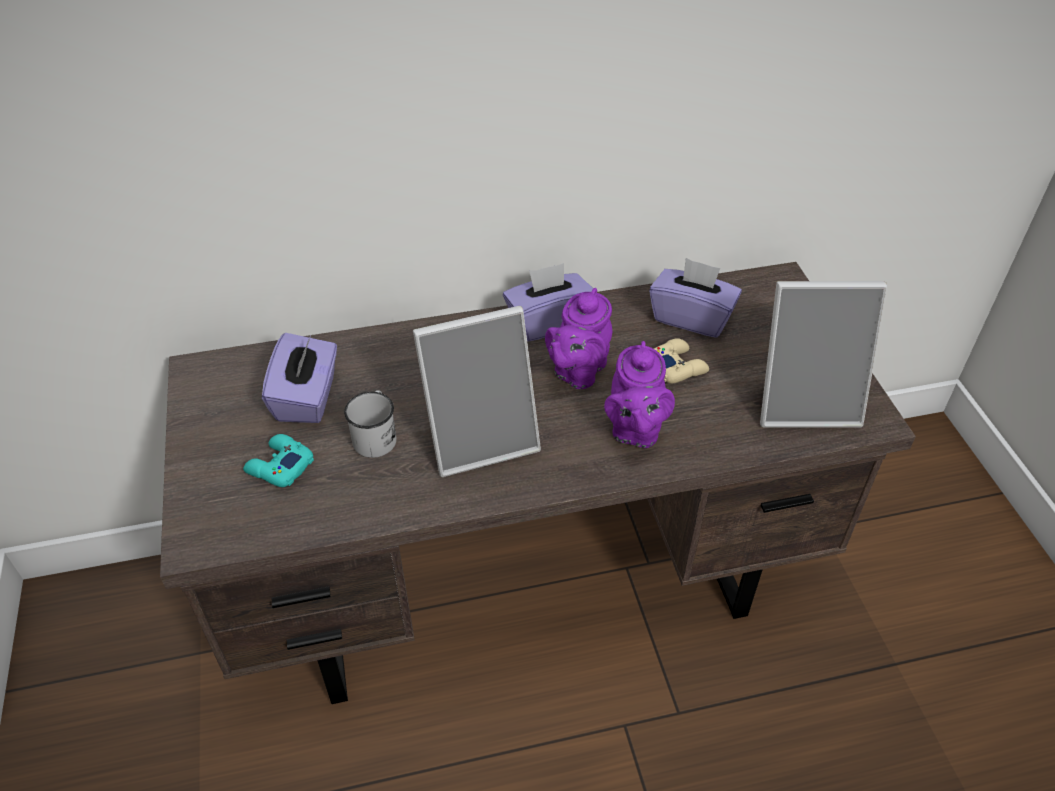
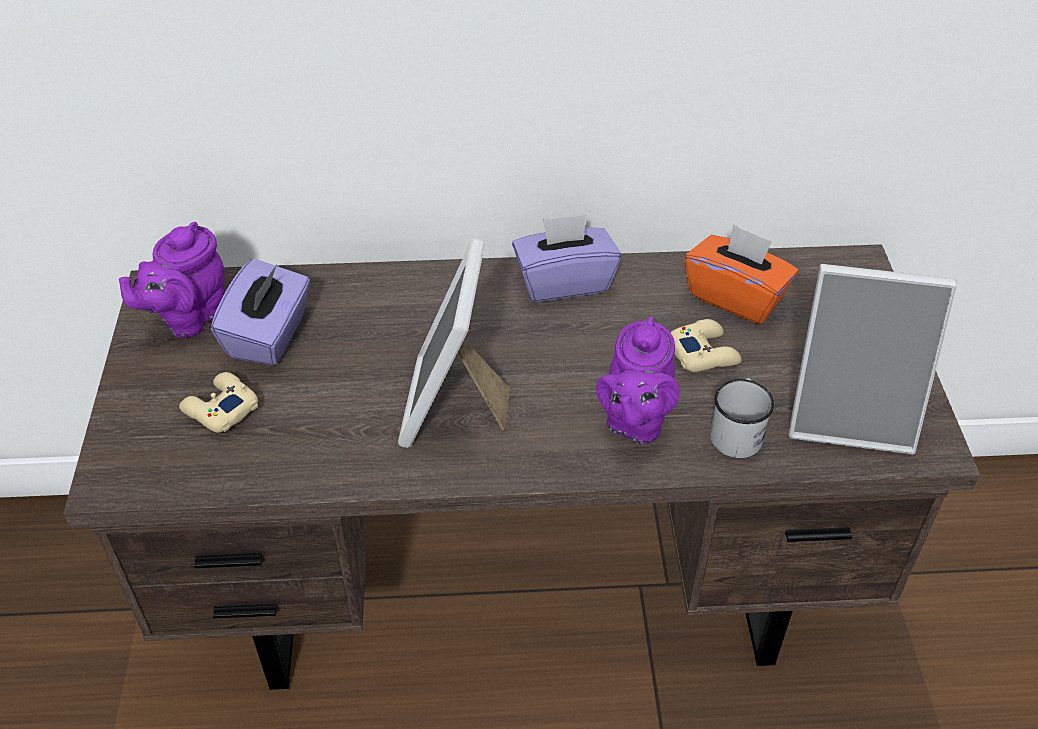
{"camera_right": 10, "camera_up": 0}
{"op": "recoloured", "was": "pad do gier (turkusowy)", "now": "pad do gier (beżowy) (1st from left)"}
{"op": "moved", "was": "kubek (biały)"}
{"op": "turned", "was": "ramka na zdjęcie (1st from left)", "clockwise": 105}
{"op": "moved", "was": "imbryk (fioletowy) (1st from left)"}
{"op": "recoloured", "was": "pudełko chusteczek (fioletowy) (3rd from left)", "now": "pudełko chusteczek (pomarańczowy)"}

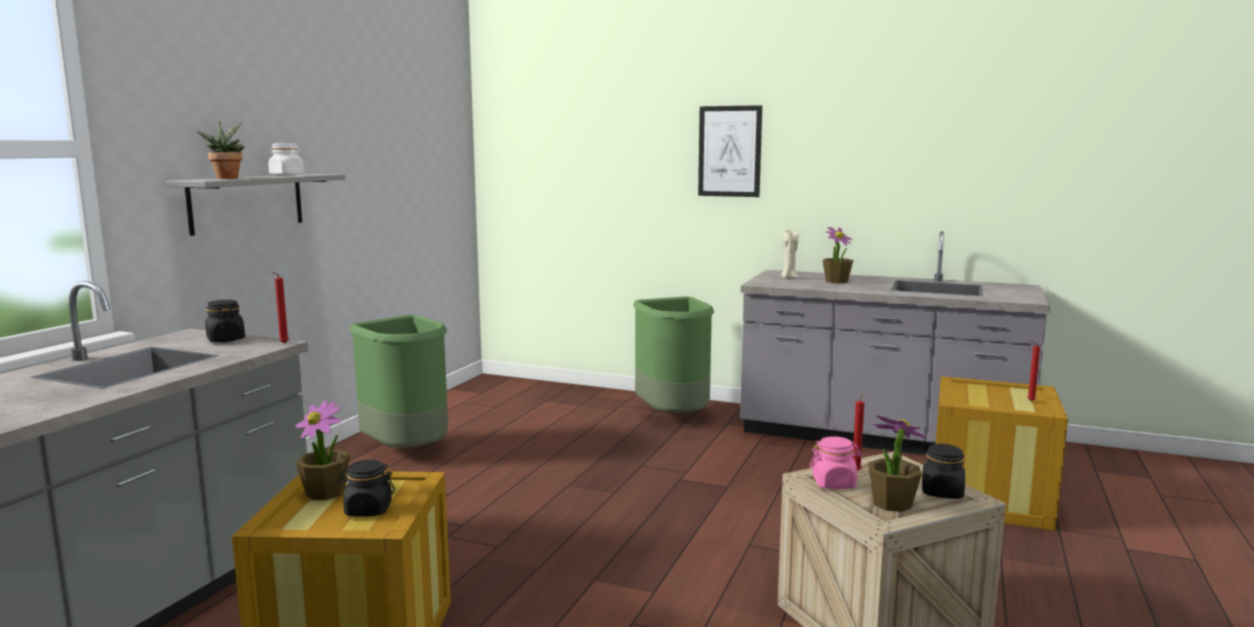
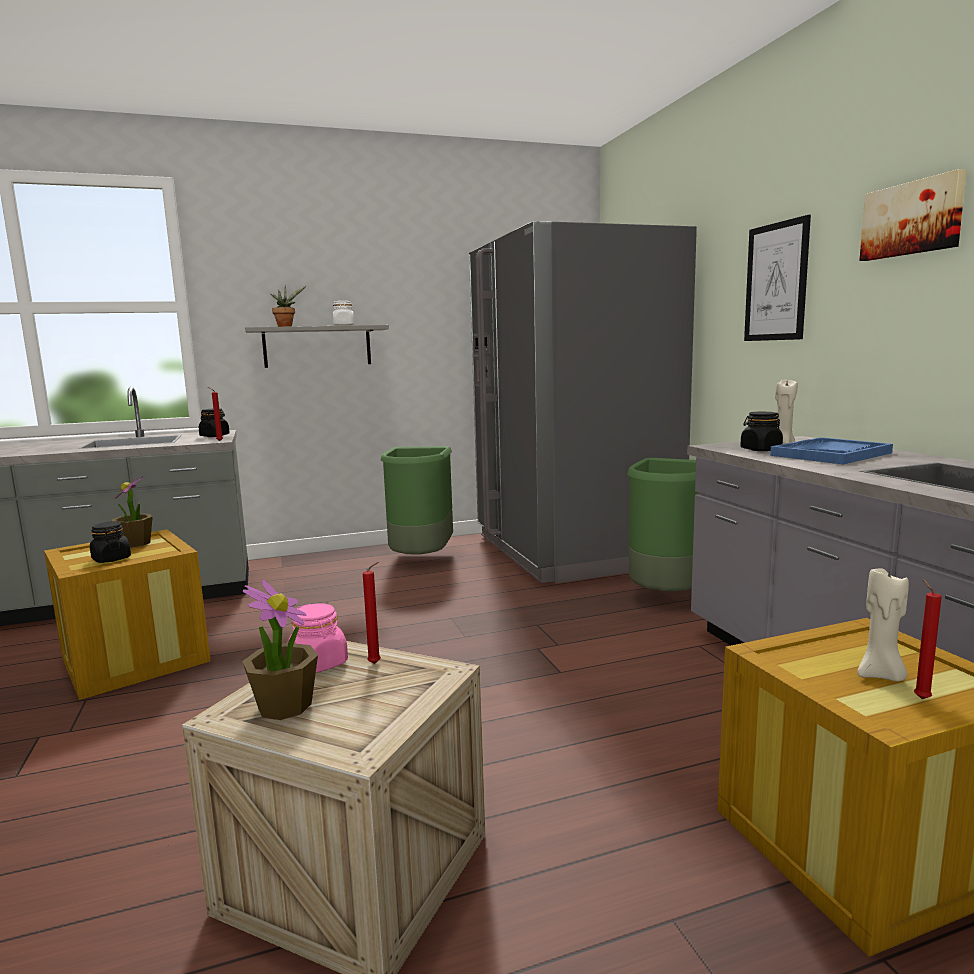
{"camera_right": 50, "camera_up": 0}
{"op": "replaced", "was": "roślina doniczkowa (3rd from left)", "now": "taca (niebieski)"}
{"op": "moved", "was": "słoik (czarny) (3rd from left)"}
{"op": "added", "now": "lodówka (szary)"}
{"op": "added", "now": "świeca (beżowy) (2nd from left)"}
{"op": "added", "now": "obraz (2nd from left)"}

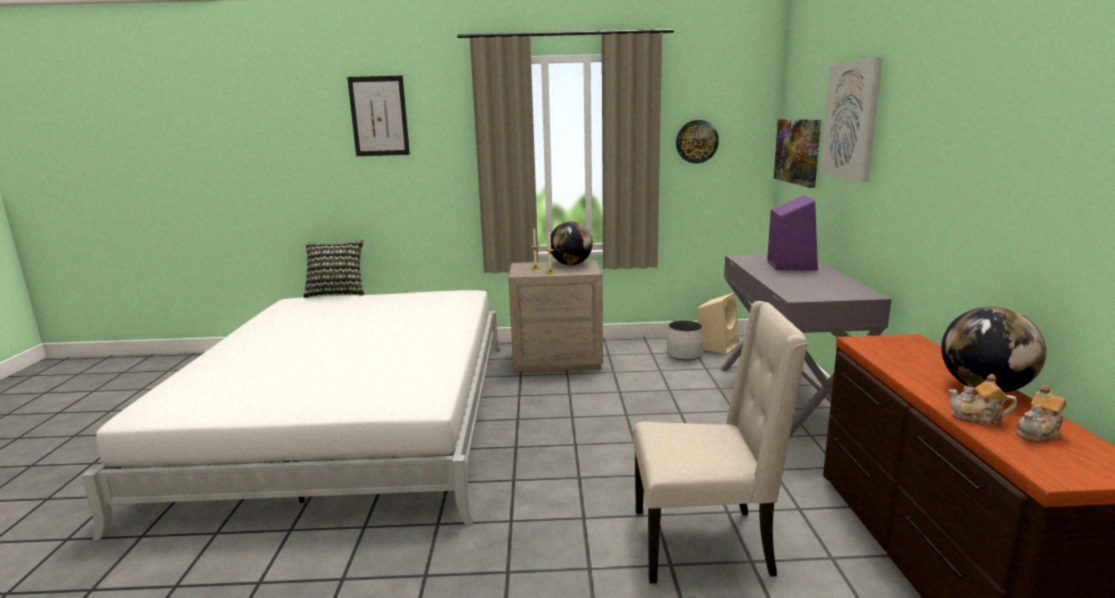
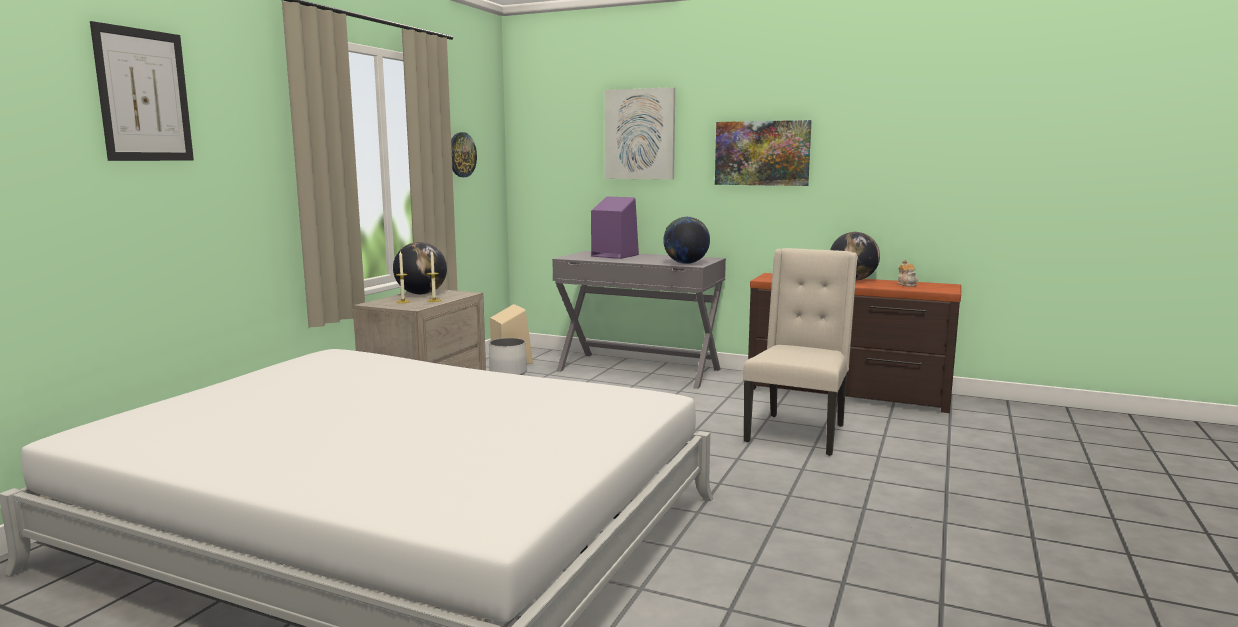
{"camera_right": -65, "camera_up": -5}
{"op": "removed", "was": "poduszka"}
{"op": "moved", "was": "obraz (2nd from left in the first image)", "now": "obraz (3rd from left)"}
{"op": "removed", "was": "imbryk (1st from left)"}
{"op": "added", "now": "globus (2nd from left)"}

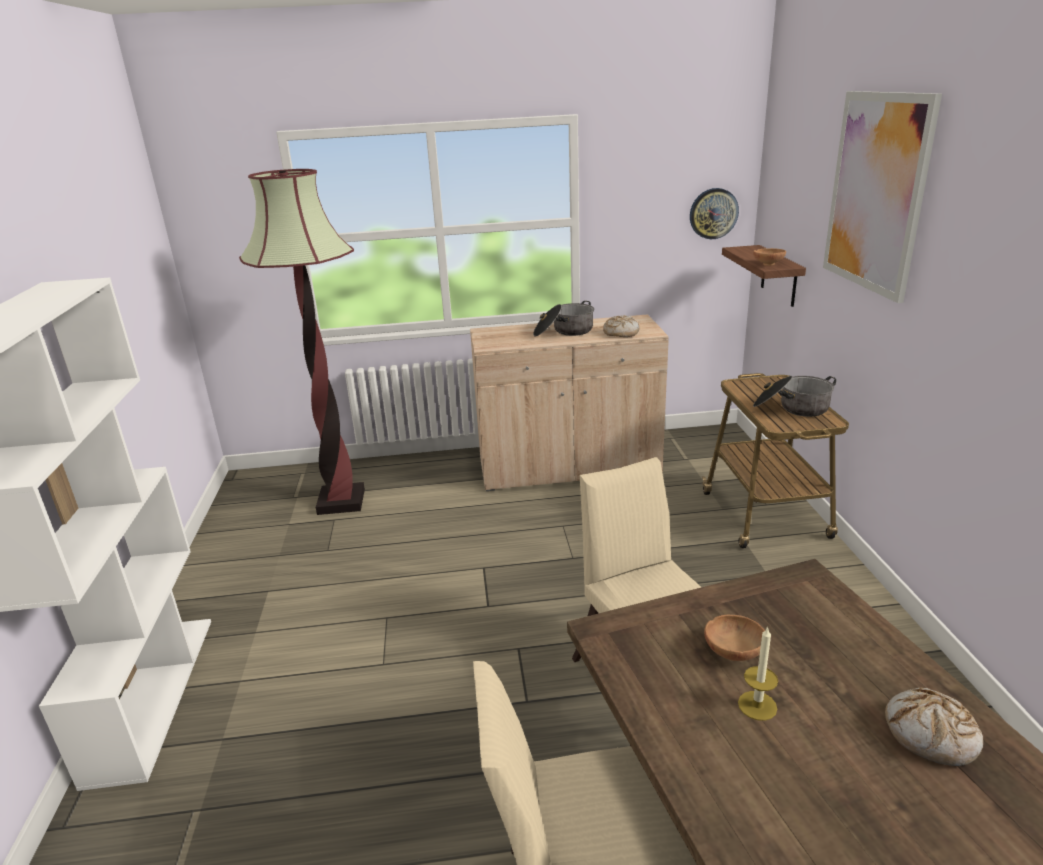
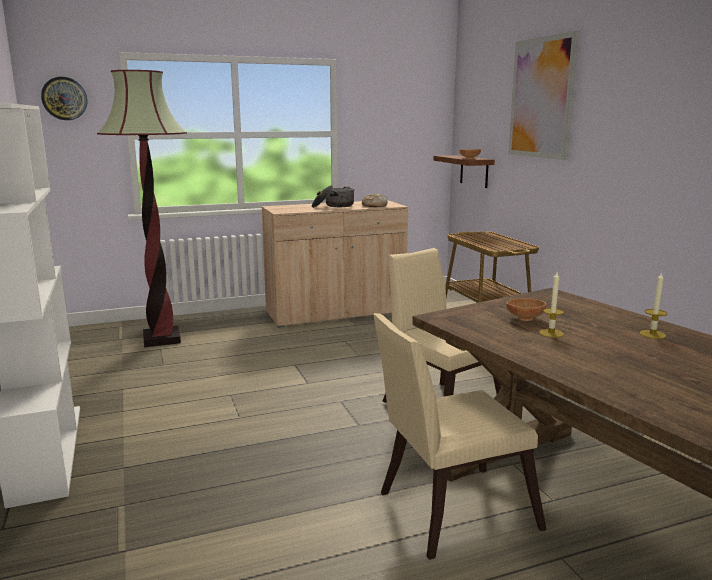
{"camera_right": -15, "camera_up": -10}
{"op": "moved", "was": "zegar ścienny"}
{"op": "removed", "was": "garnek (2nd from left)"}
{"op": "replaced", "was": "chleb (2nd from left)", "now": "świeca (2nd from left)"}

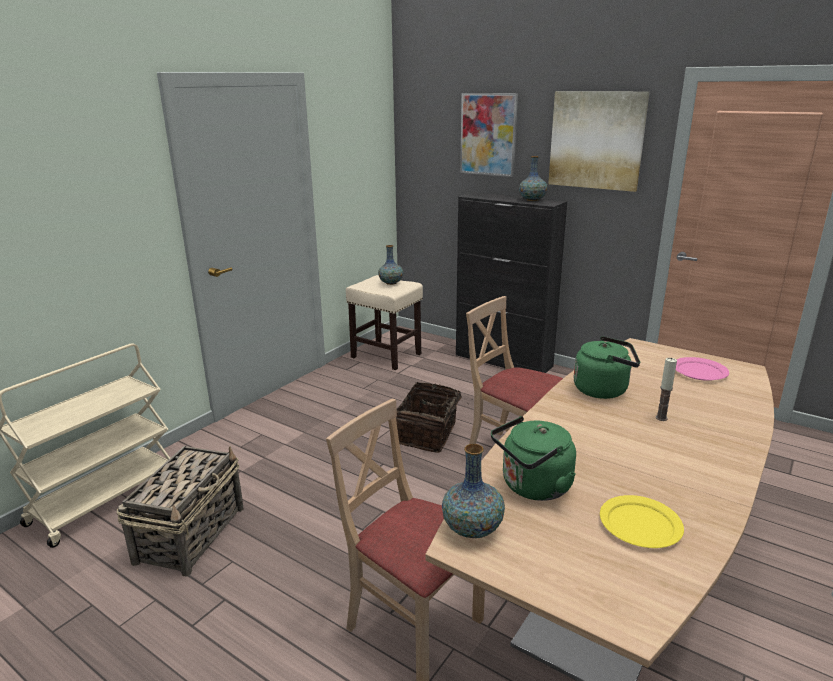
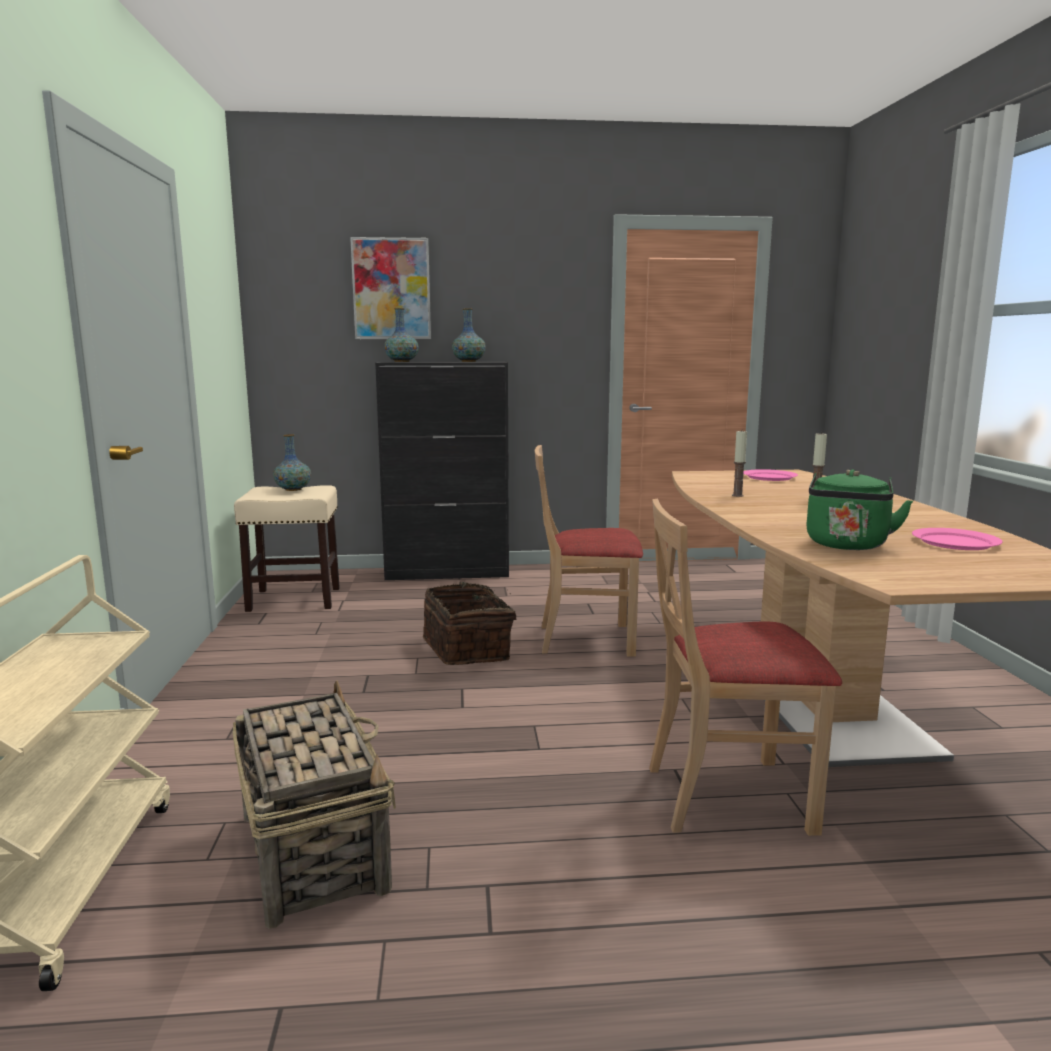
{"camera_right": -40, "camera_up": -10}
{"op": "moved", "was": "wazon (2nd from left)"}
{"op": "removed", "was": "obraz (2nd from left)"}
{"op": "replaced", "was": "czajnik (zielony) (2nd from left)", "now": "świeca (1st from left)"}
{"op": "recoloured", "was": "talerz (żółty)", "now": "talerz (różowy) (2nd from left)"}

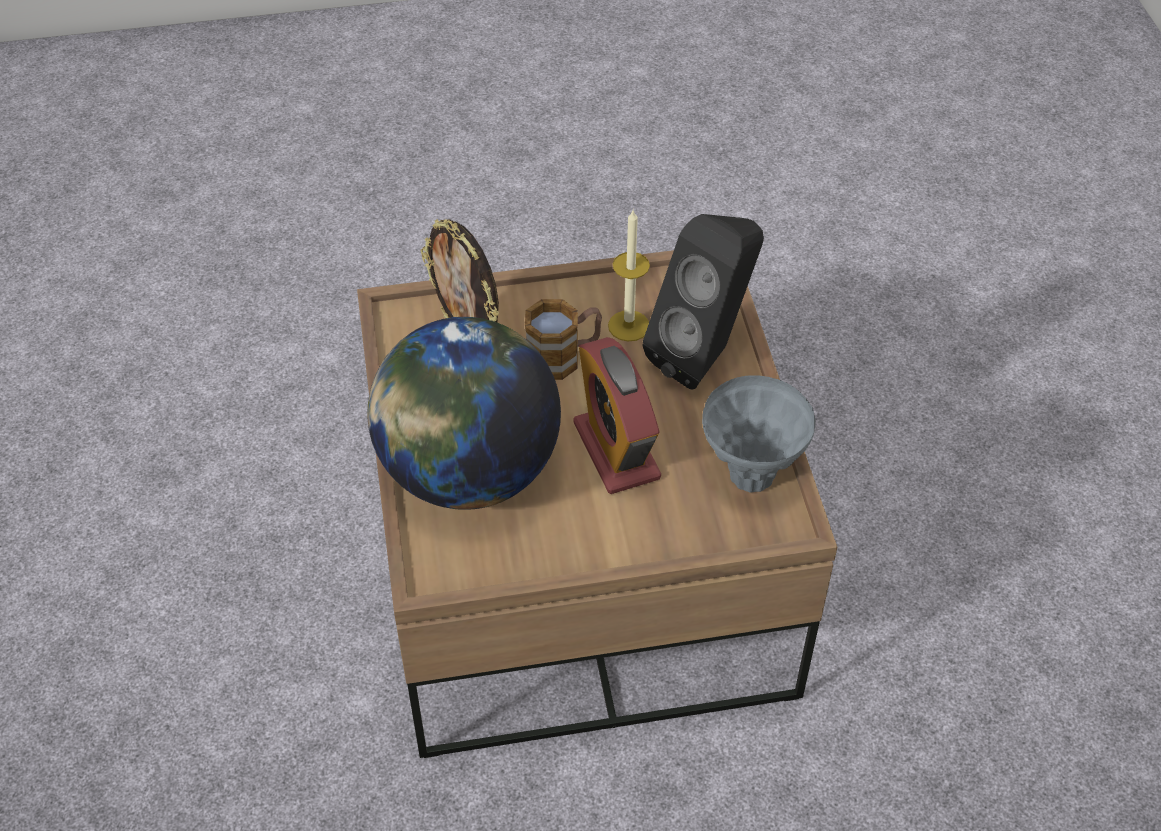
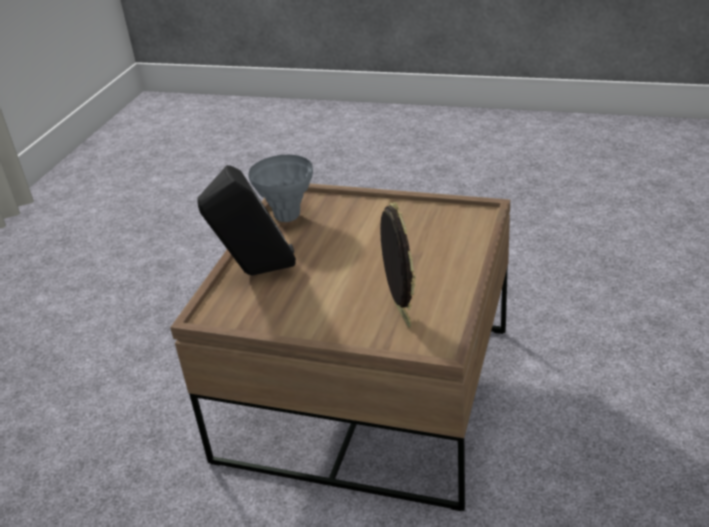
{"camera_right": -150, "camera_up": -15}
{"op": "removed", "was": "globus"}
{"op": "removed", "was": "kubek"}
{"op": "removed", "was": "budzik"}
{"op": "removed", "was": "świeca"}

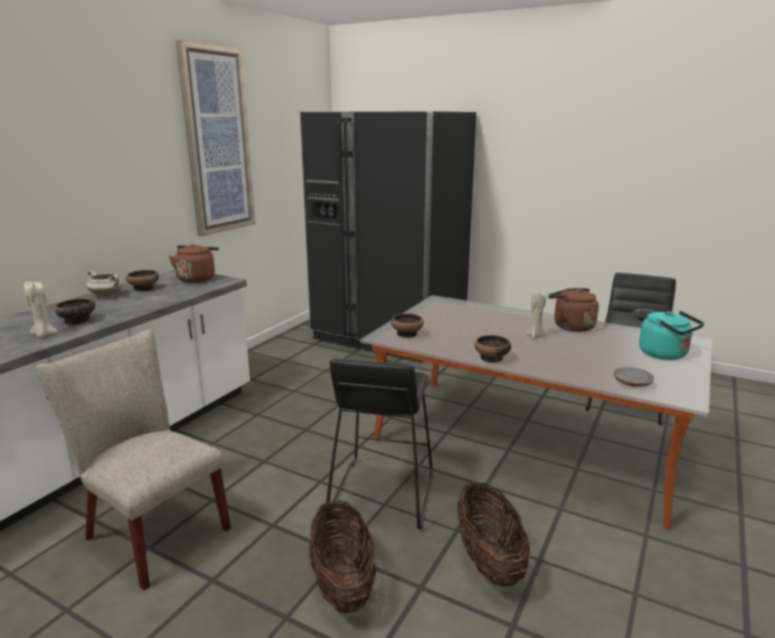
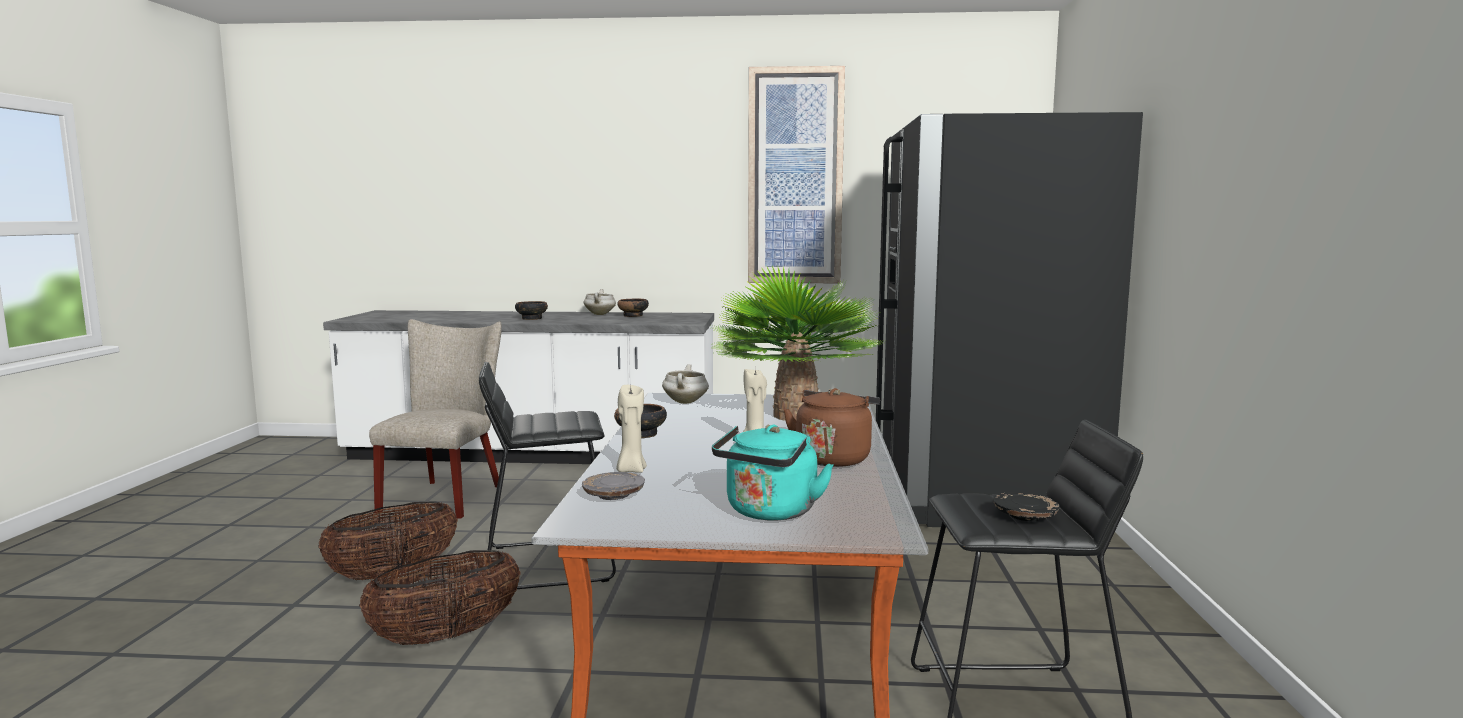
{"camera_right": 65, "camera_up": -10}
{"op": "moved", "was": "świeca (beżowy) (1st from left)"}
{"op": "removed", "was": "czajnik (brązowy) (1st from left)"}
{"op": "replaced", "was": "miska (3rd from left)", "now": "garnek (biały) (2nd from left)"}
{"op": "added", "now": "roślina doniczkowa"}

